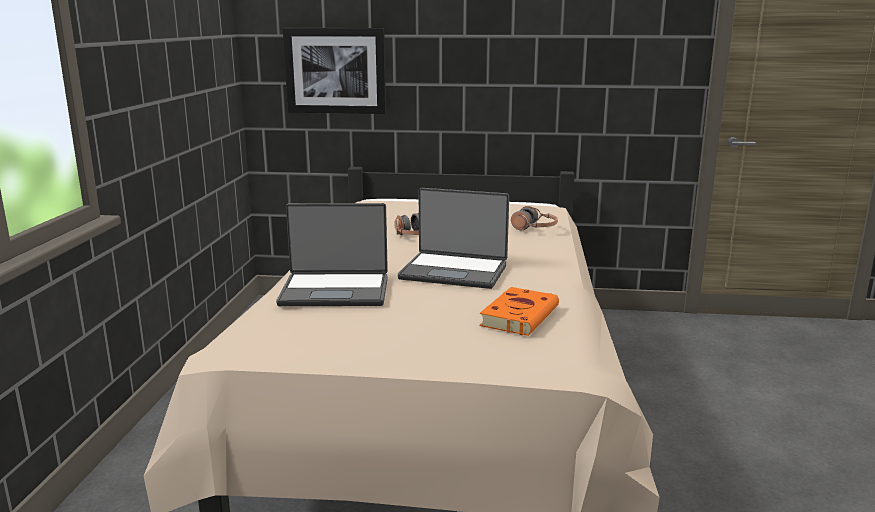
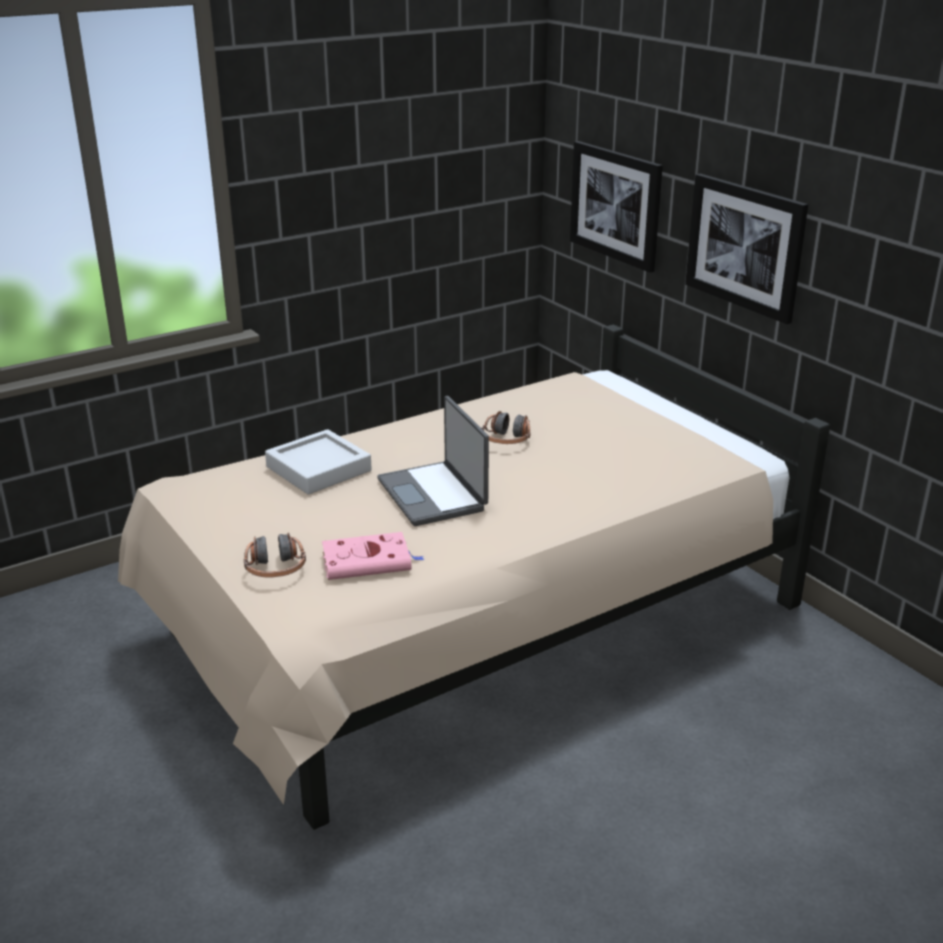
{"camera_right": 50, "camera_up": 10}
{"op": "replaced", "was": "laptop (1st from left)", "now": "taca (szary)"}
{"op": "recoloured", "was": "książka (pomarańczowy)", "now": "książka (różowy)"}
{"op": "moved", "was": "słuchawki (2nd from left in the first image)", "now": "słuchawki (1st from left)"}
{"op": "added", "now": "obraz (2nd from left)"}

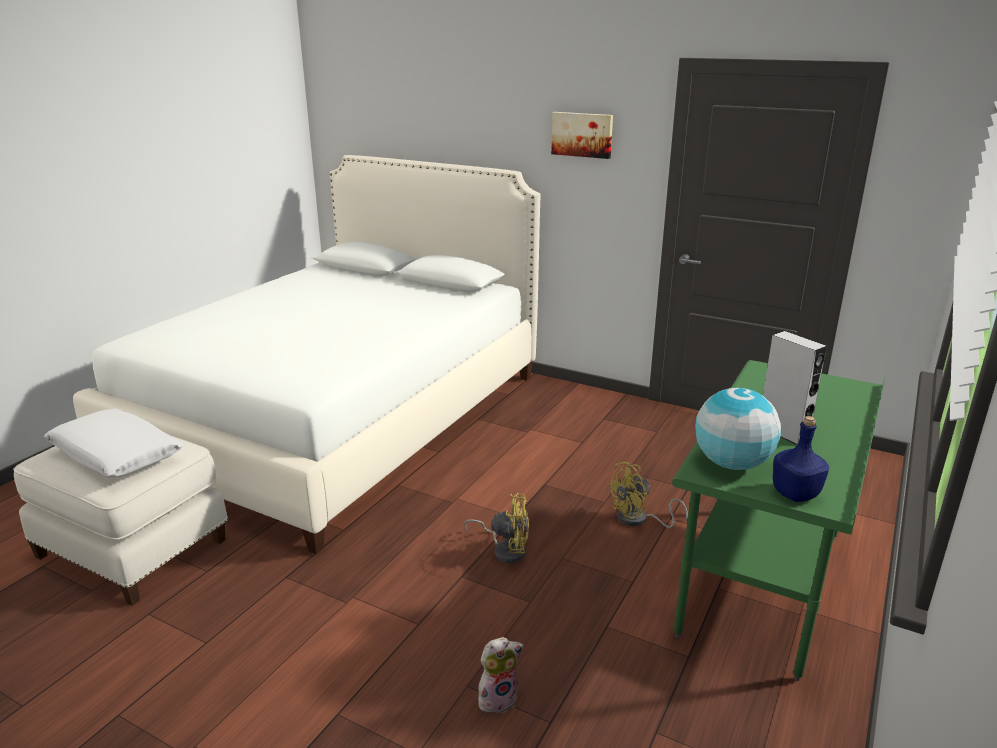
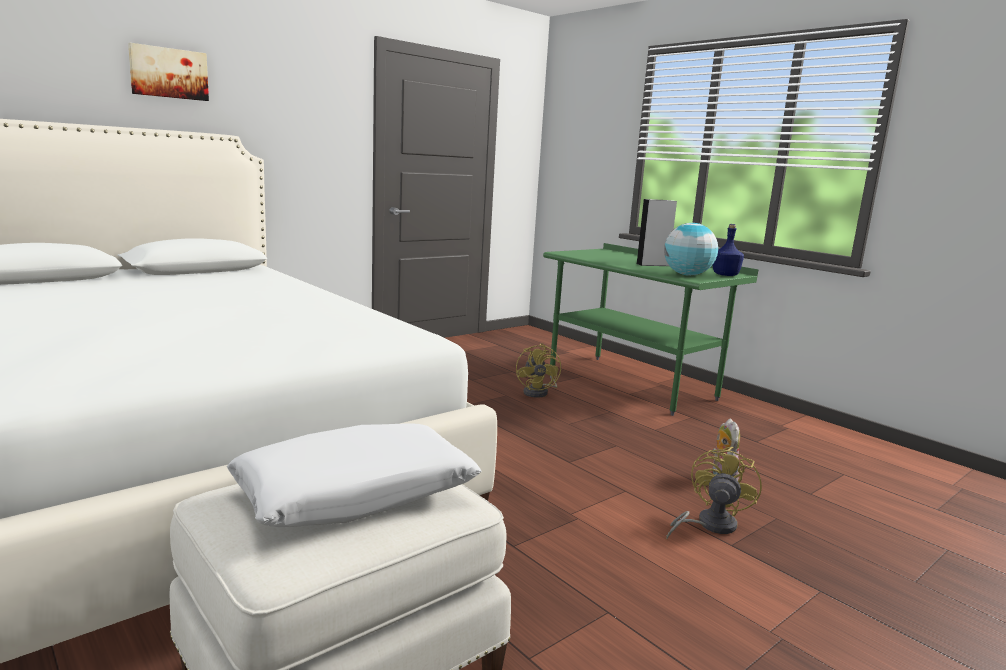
{"camera_right": -70, "camera_up": -10}
{"op": "moved", "was": "wentylator (żółty) (1st from left in the first image)", "now": "wentylator (żółty) (2nd from left)"}
{"op": "moved", "was": "obraz"}

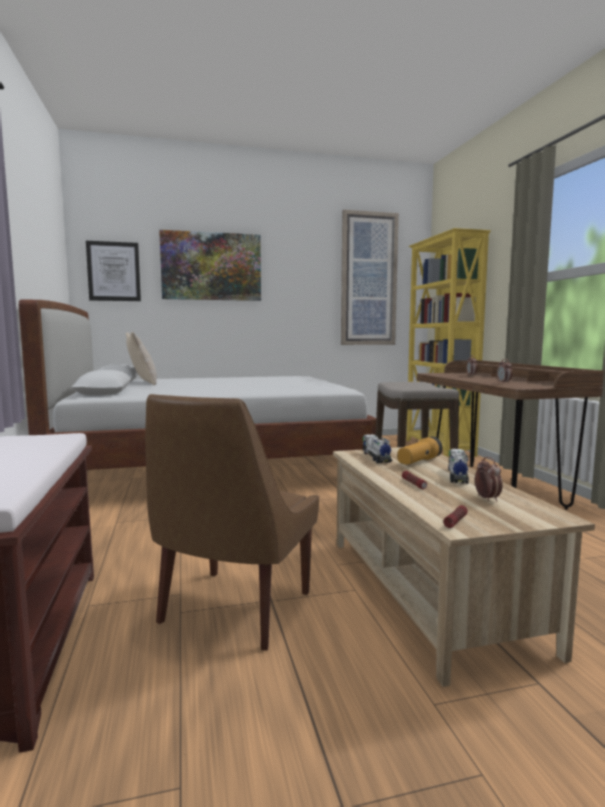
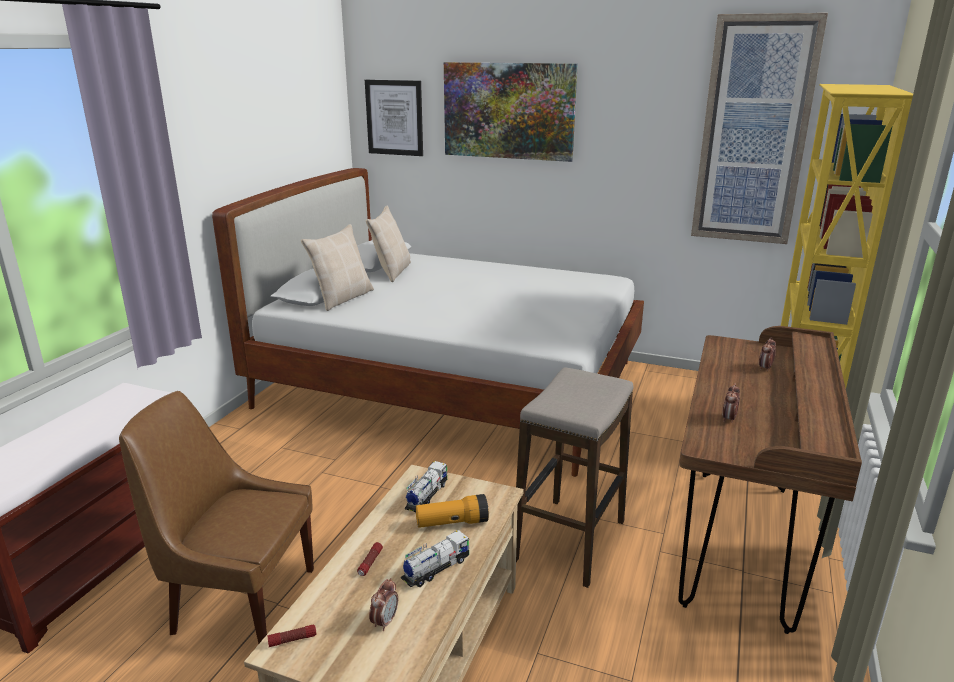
{"camera_right": 35, "camera_up": 15}
{"op": "turned", "was": "krzesło (brązowy)", "clockwise": 45}
{"op": "added", "now": "poduszka (beżowy) (1st from left)"}

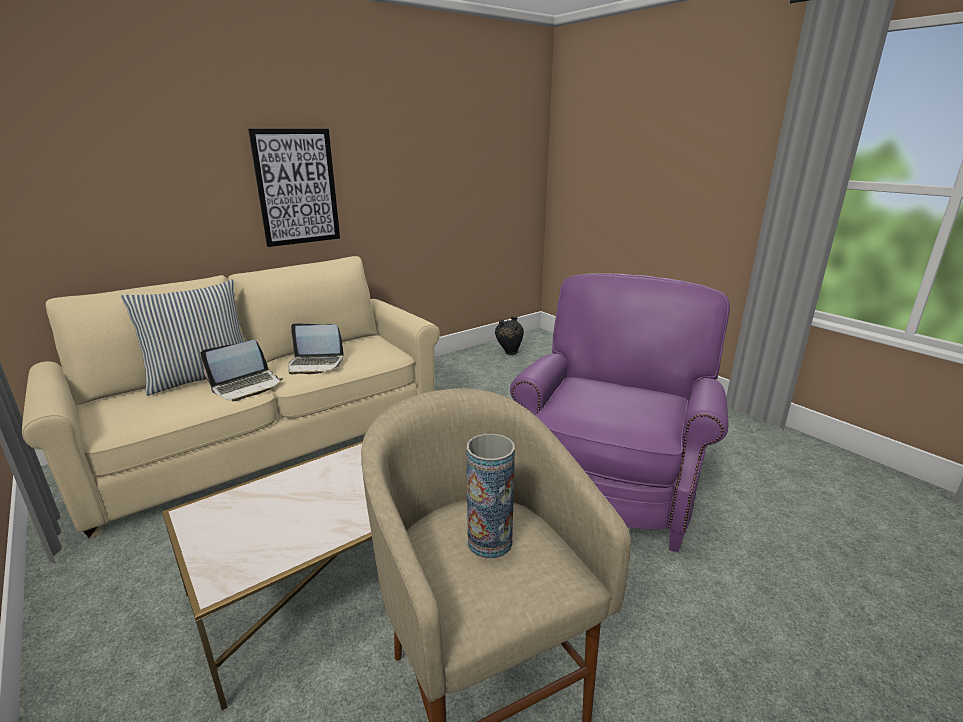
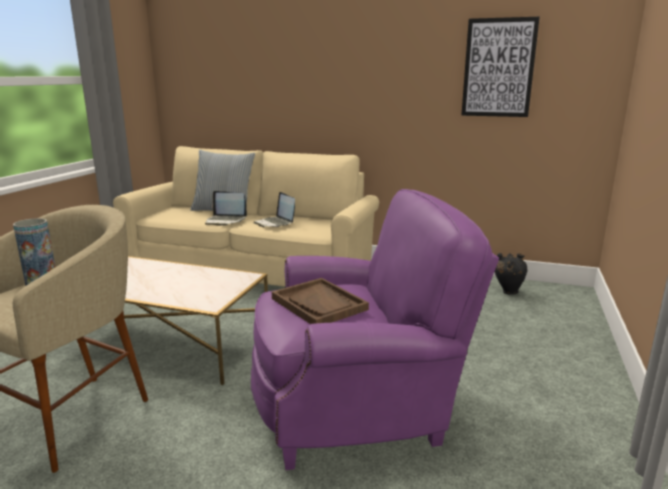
{"camera_right": 55, "camera_up": -5}
{"op": "moved", "was": "obraz"}
{"op": "added", "now": "taca (brązowy)"}

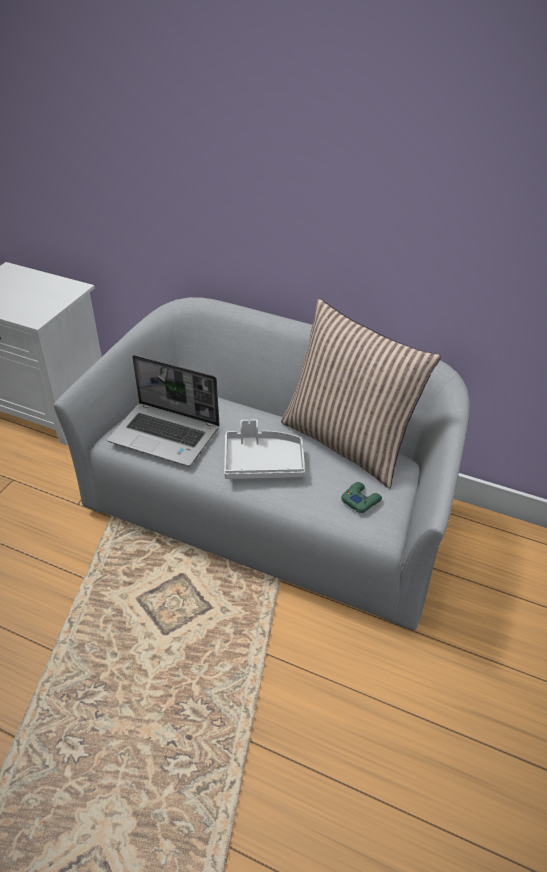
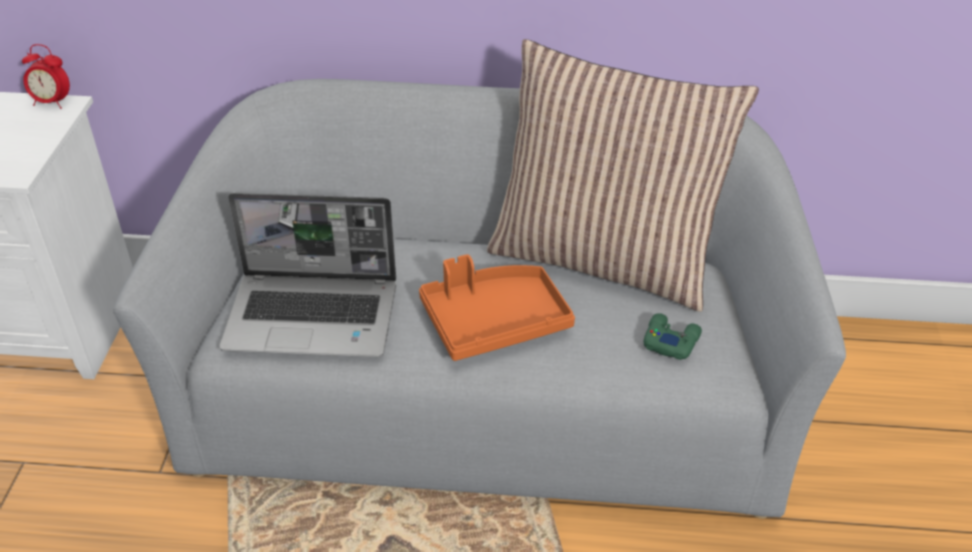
{"camera_right": -20, "camera_up": 0}
{"op": "recoloured", "was": "taca (szary)", "now": "taca (pomarańczowy)"}
{"op": "added", "now": "budzik"}

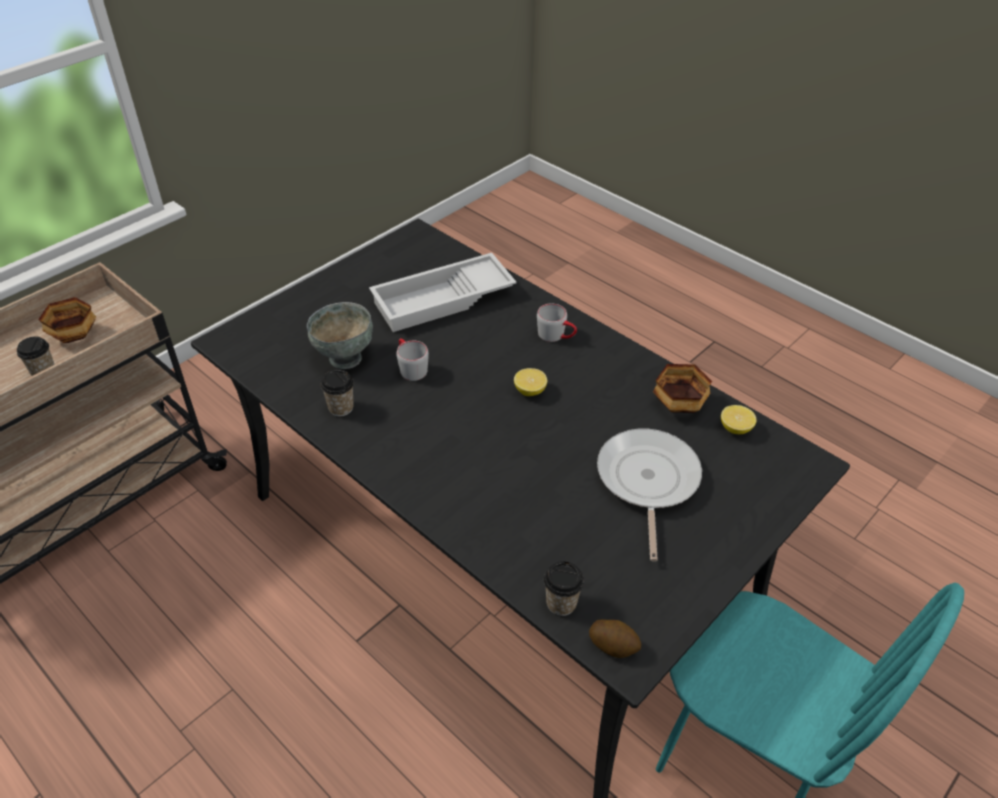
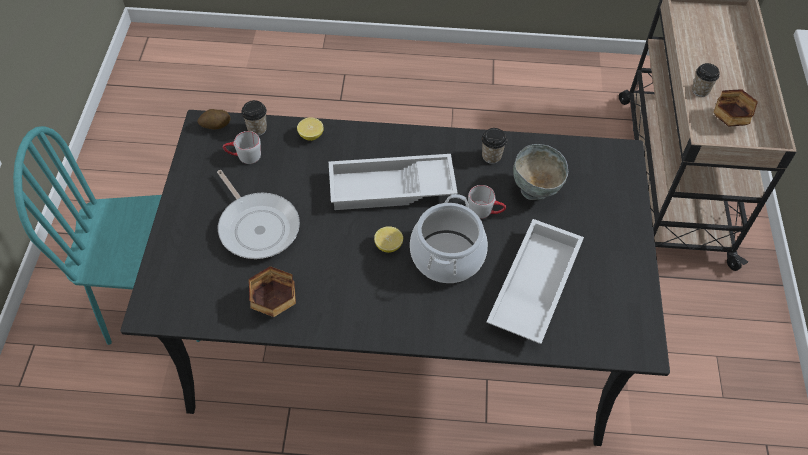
{"camera_right": 140, "camera_up": 10}
{"op": "moved", "was": "kubek (szary) (2nd from left in the first image)", "now": "kubek (szary) (1st from left)"}
{"op": "moved", "was": "cytryna (2nd from left in the first image)", "now": "cytryna (1st from left)"}
{"op": "added", "now": "taca (biały) (1st from left)"}
{"op": "added", "now": "garnek"}

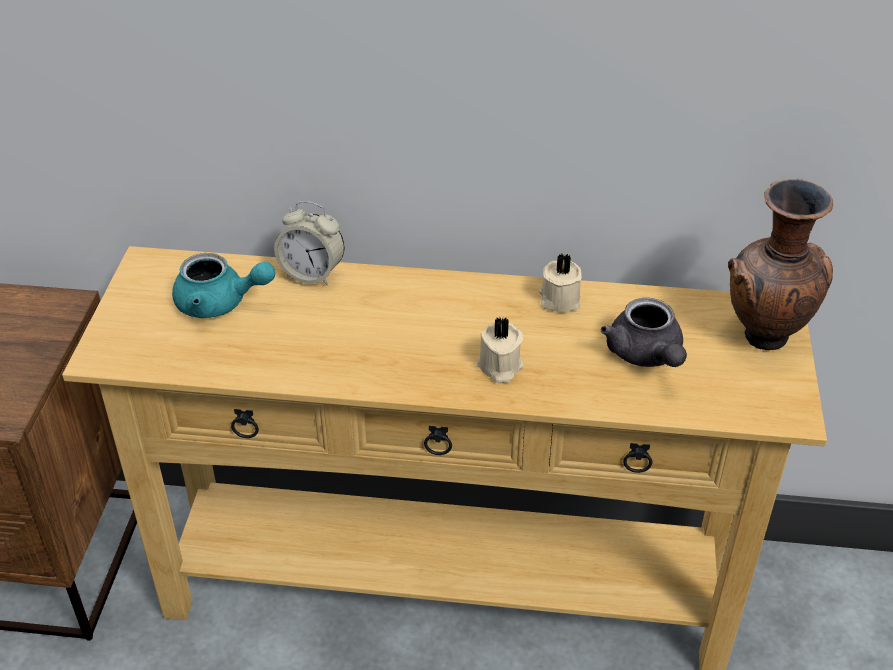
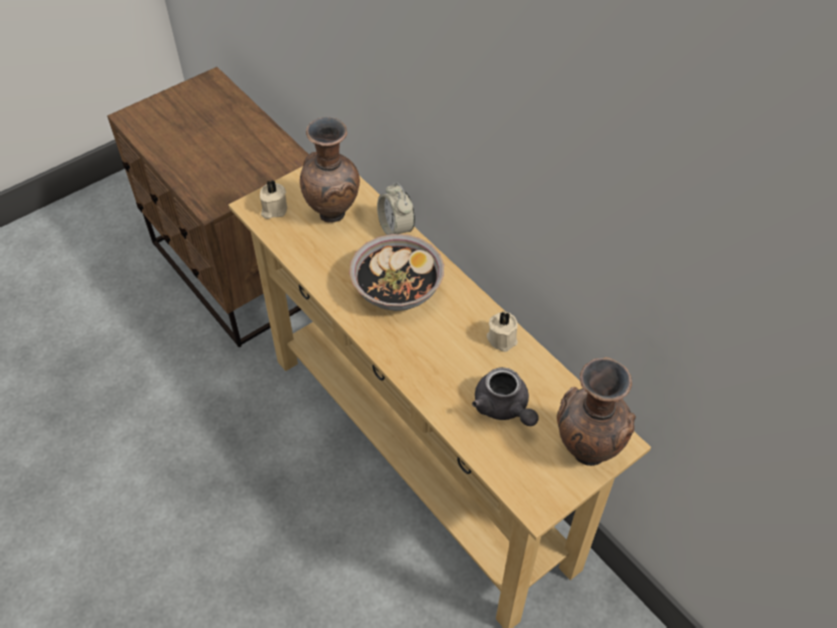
{"camera_right": 45, "camera_up": 10}
{"op": "replaced", "was": "imbryk (turkusowy)", "now": "wazon (brązowy) (1st from left)"}
{"op": "moved", "was": "świeca (beżowy) (1st from left)"}
{"op": "turned", "was": "imbryk (szary)", "clockwise": -60}
{"op": "added", "now": "miska"}

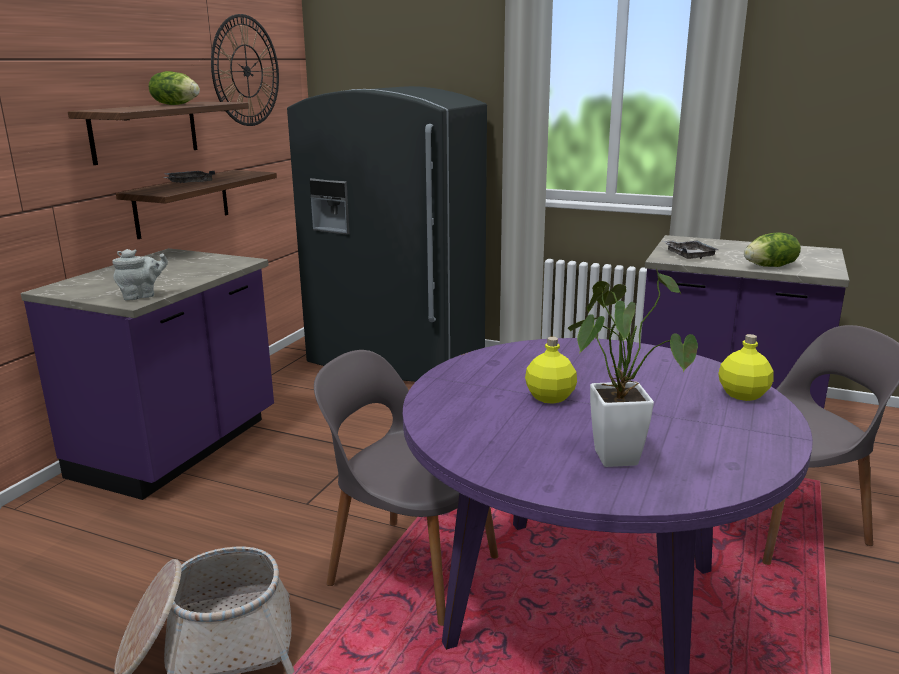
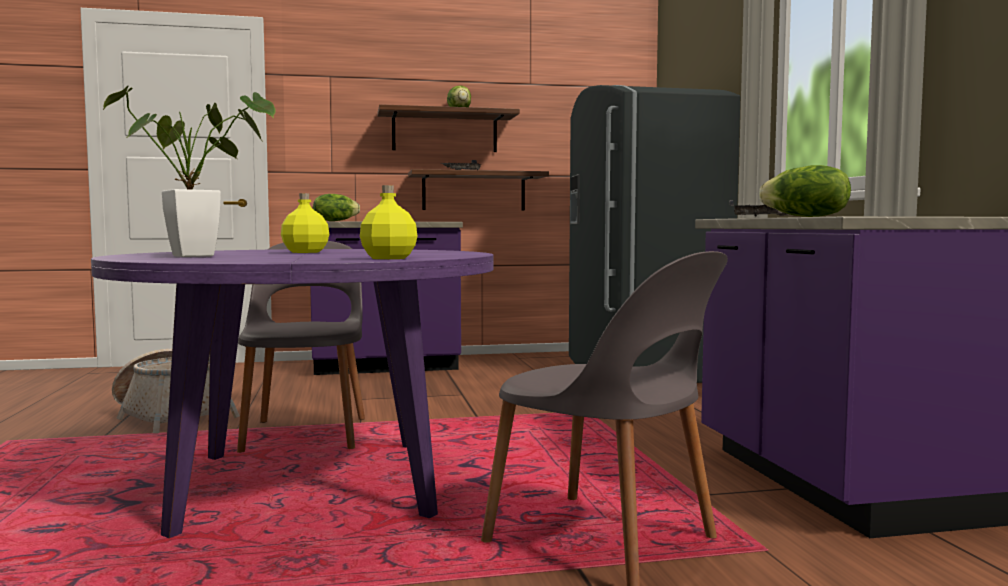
{"camera_right": 55, "camera_up": -15}
{"op": "replaced", "was": "imbryk (szary)", "now": "sałata (1st from left)"}
{"op": "removed", "was": "zegar ścienny"}

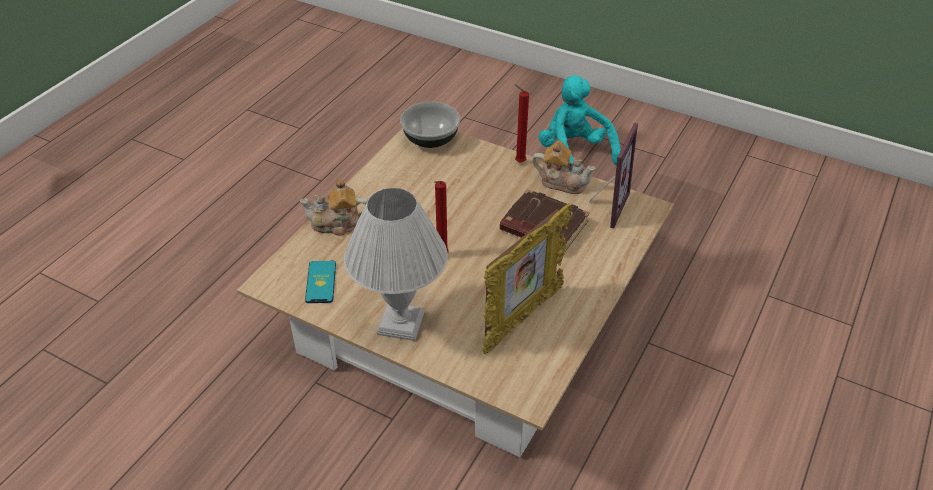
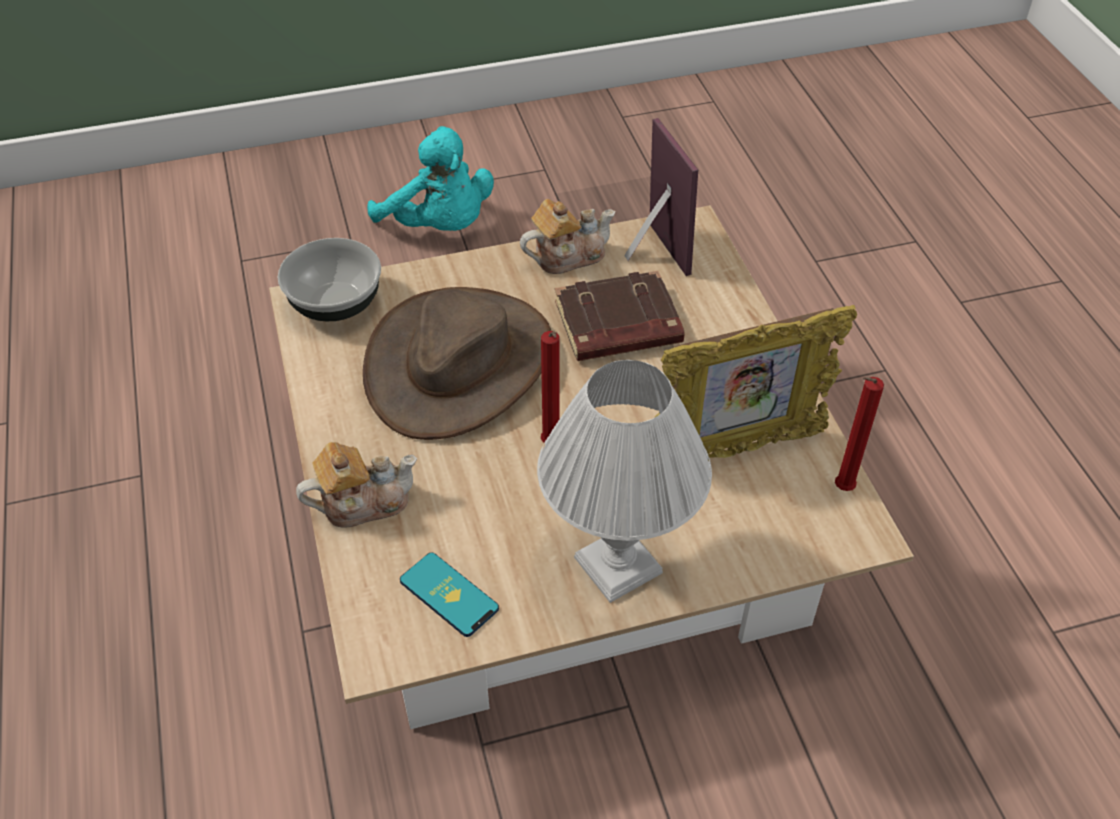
{"camera_right": -45, "camera_up": 5}
{"op": "turned", "was": "imbryk (1st from left)", "clockwise": -150}
{"op": "turned", "was": "ramka na zdjęcie (1st from left in the first image)", "clockwise": 75}
{"op": "moved", "was": "świeca (czerwony) (2nd from left)"}
{"op": "turned", "was": "pluszak (turkusowy)", "clockwise": -150}
{"op": "added", "now": "kapelusz (brązowy)"}

